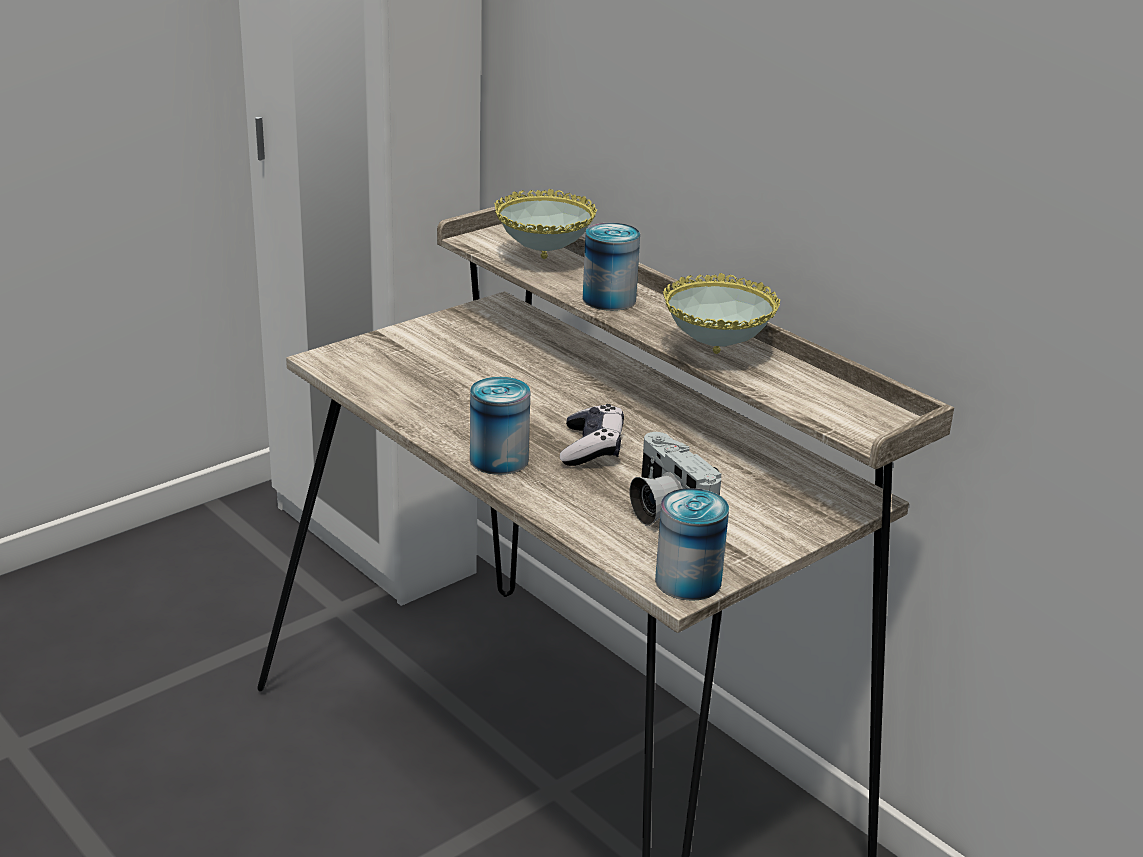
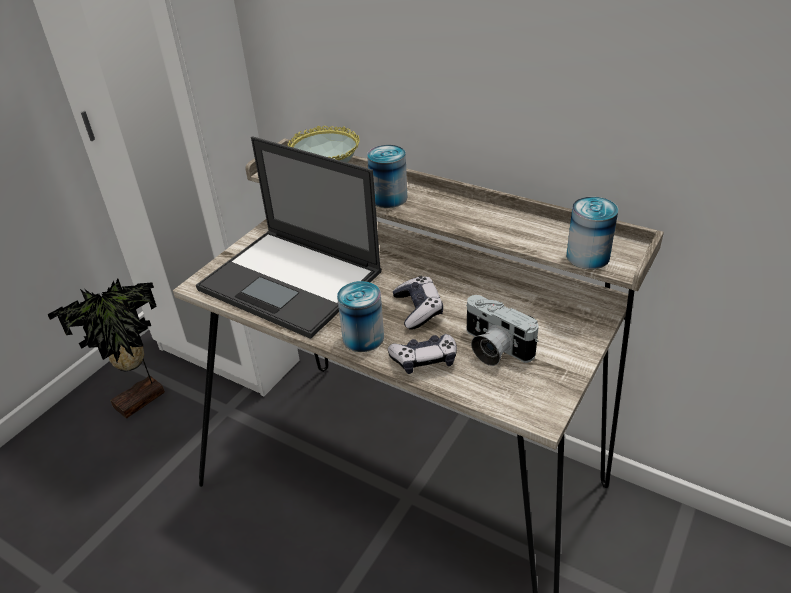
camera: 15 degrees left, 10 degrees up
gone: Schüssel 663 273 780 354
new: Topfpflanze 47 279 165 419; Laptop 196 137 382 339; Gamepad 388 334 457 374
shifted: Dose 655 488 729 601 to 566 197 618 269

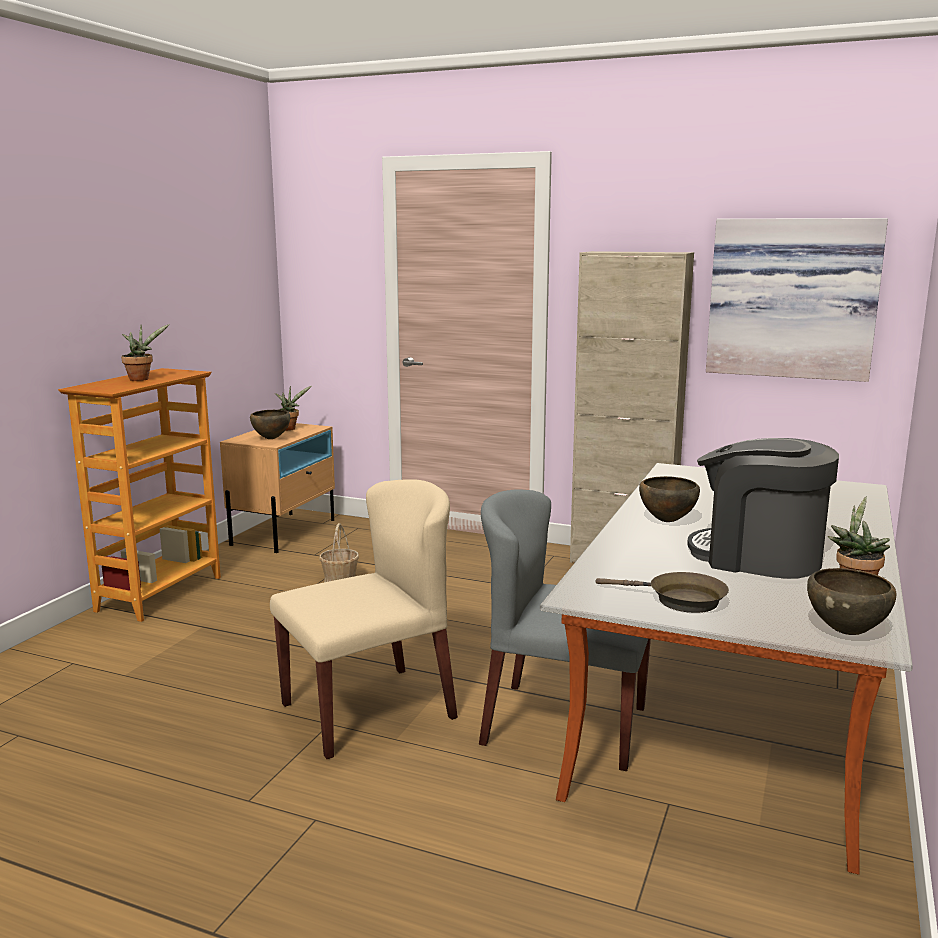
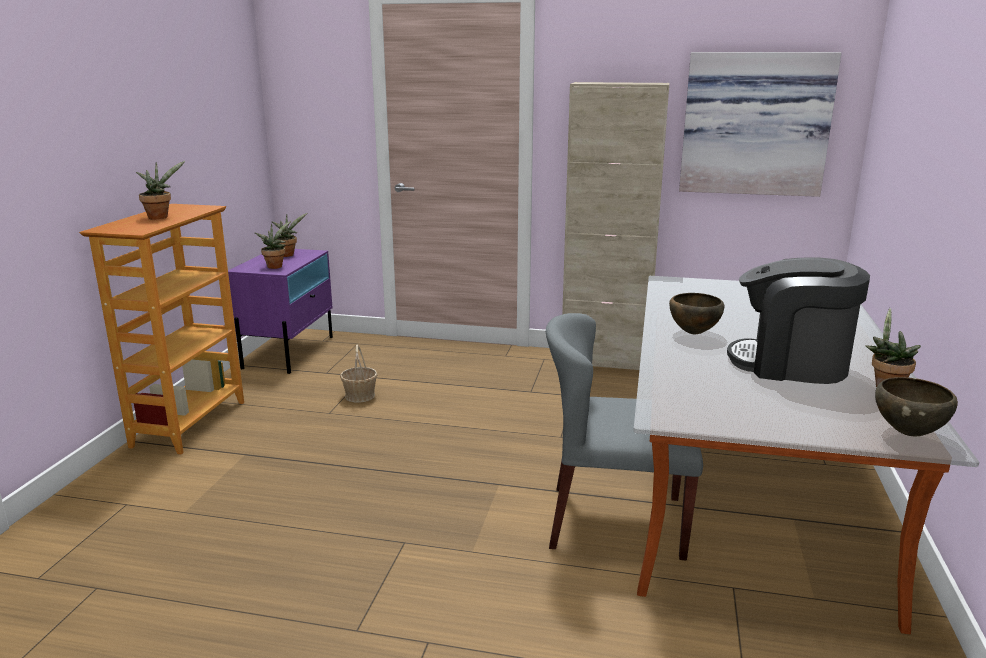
camera: 10 degrees left, 5 degrees up
gone: Stuhl/beige 270 479 458 759; Pfanne/braun 595 572 729 613
swapped: Schüssel/braun 250 410 290 439 to Topfpflanze 255 221 291 269
repainted: Nachttisch/beige 220 423 335 553 to Nachttisch/lila 228 249 333 374

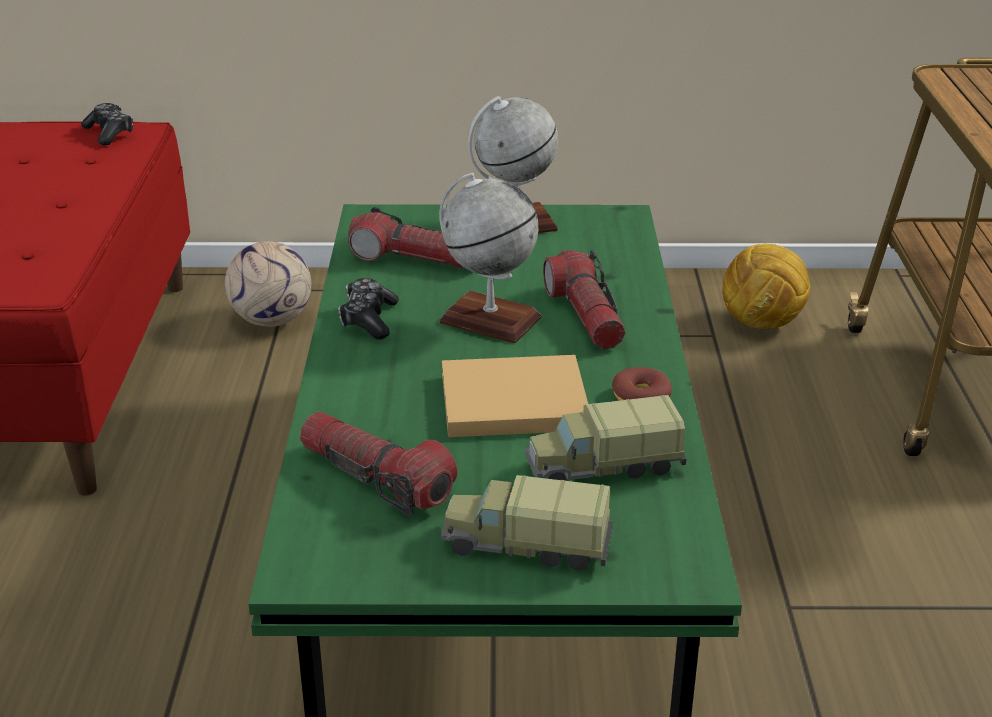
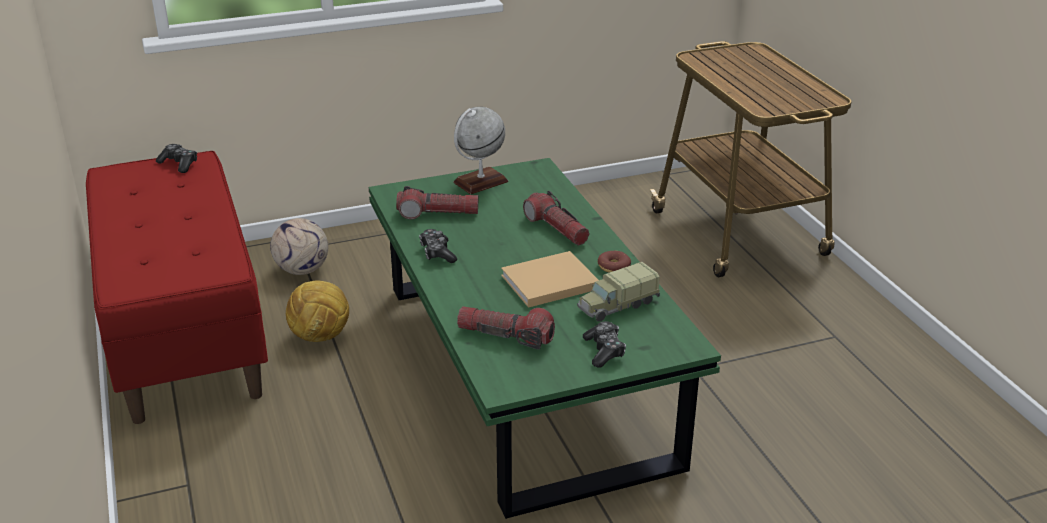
camera: 20 degrees left, 0 degrees up
gone: Globus 439 173 542 343
shifted: Fußball 722 244 810 329 to 286 281 349 342
swapped: Spielzeuglaster 441 475 613 571 to Gamepad 583 321 626 368

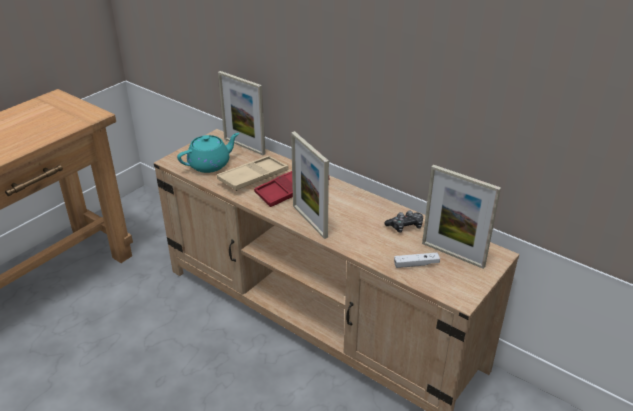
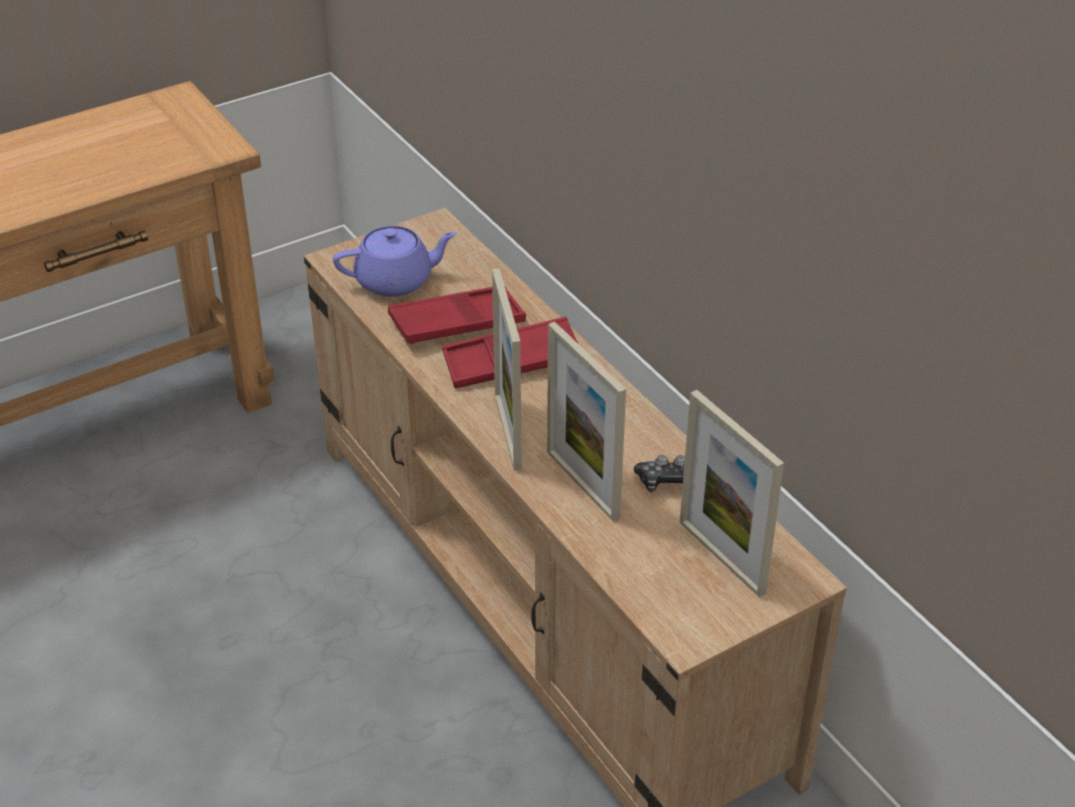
camera: 20 degrees right, 5 degrees up
gone: Gamepad/weiß 394 253 440 268
shifted: Bilderrahmen 218 71 266 155 to 547 322 626 522
repainted: Teekanne/türkis 177 133 239 173 to Teekanne/lila 333 226 457 297; Tablett/beige 217 155 289 191 to Tablett/rot 388 287 526 344

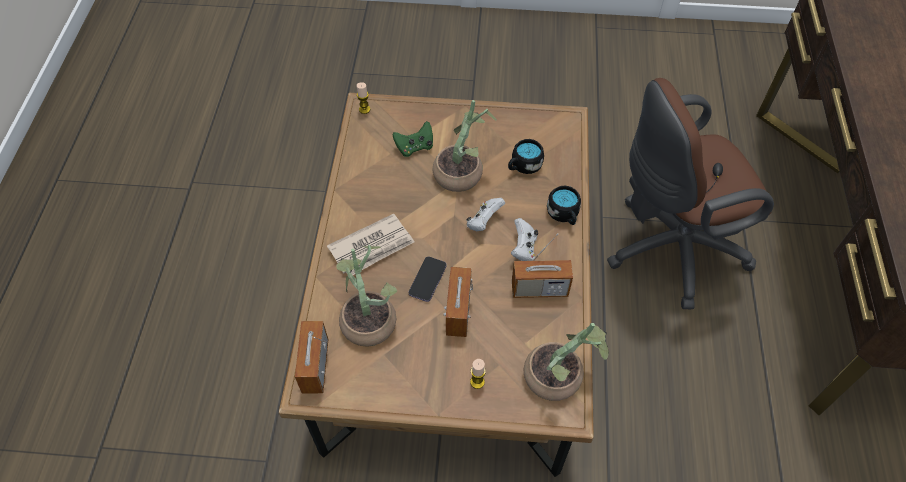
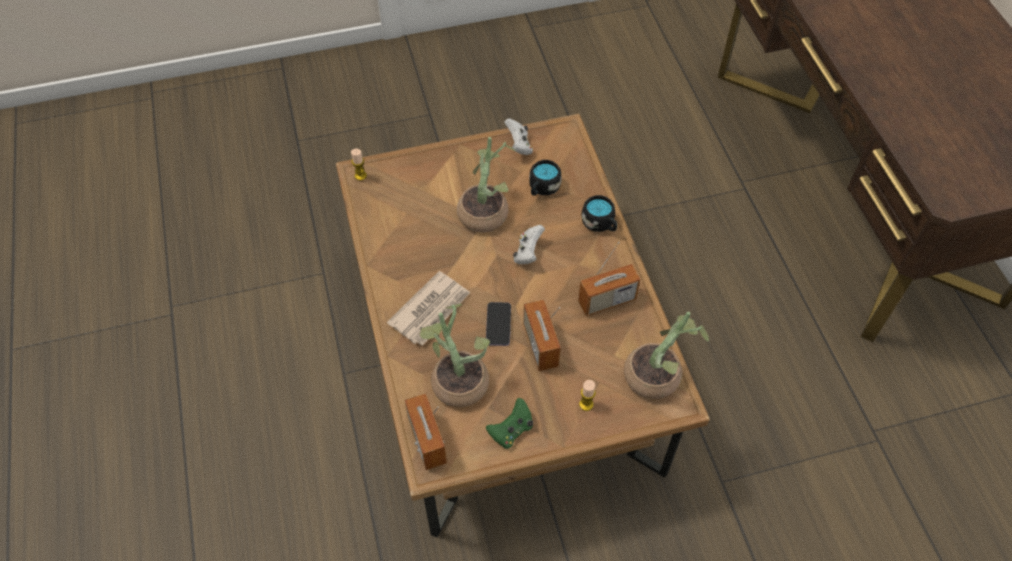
camera: 20 degrees left, 0 degrees up
gone: Bürostuhl/braun 607 78 774 309
shifted: Gamepad/grün 393 121 433 157 to 486 398 533 449; Gamepad/weiß 511 218 538 261 to 504 118 533 155

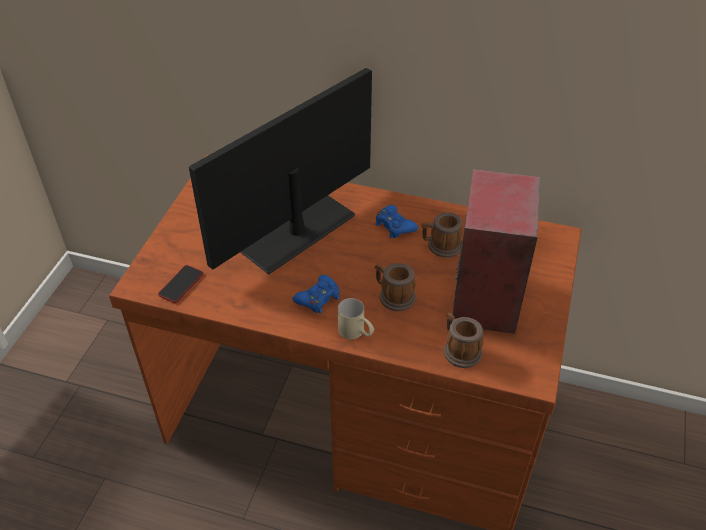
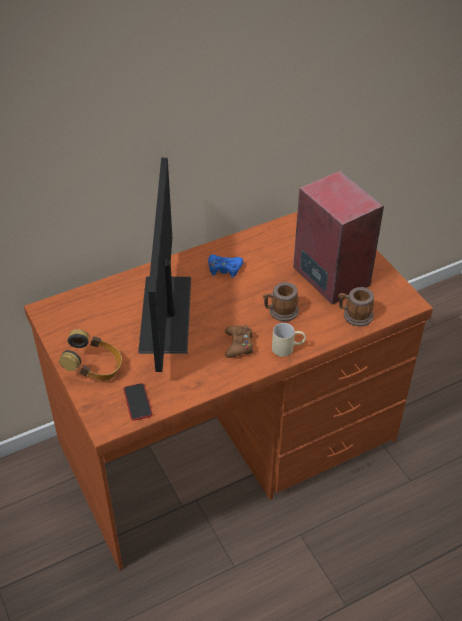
camera: 45 degrees left, 0 degrees up
gone: Henkelbecher 421 212 463 258
new: Kopfhörer 59 329 122 380
repainted: Gamepad/blau 292 275 340 313 to Gamepad/braun 225 325 253 358

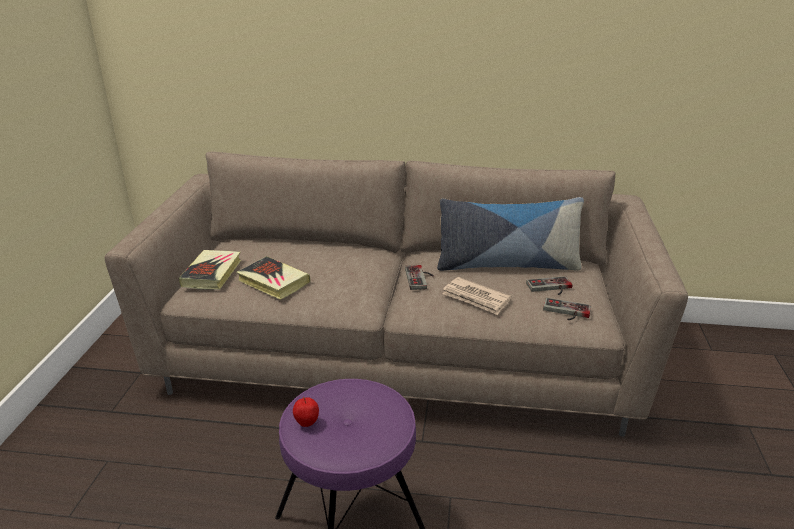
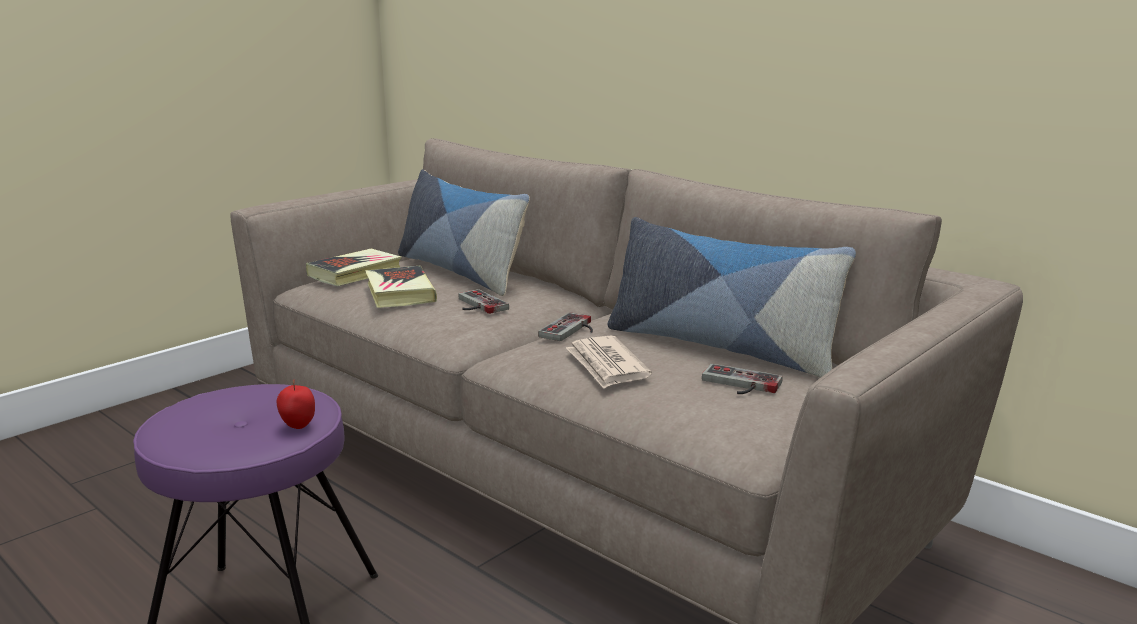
camera: 35 degrees right, 10 degrees down
new: Kissen 398 169 530 296
shifted: Apfel 293 397 319 427 to 277 380 315 429; Gamepad 543 298 591 320 to 458 289 509 314

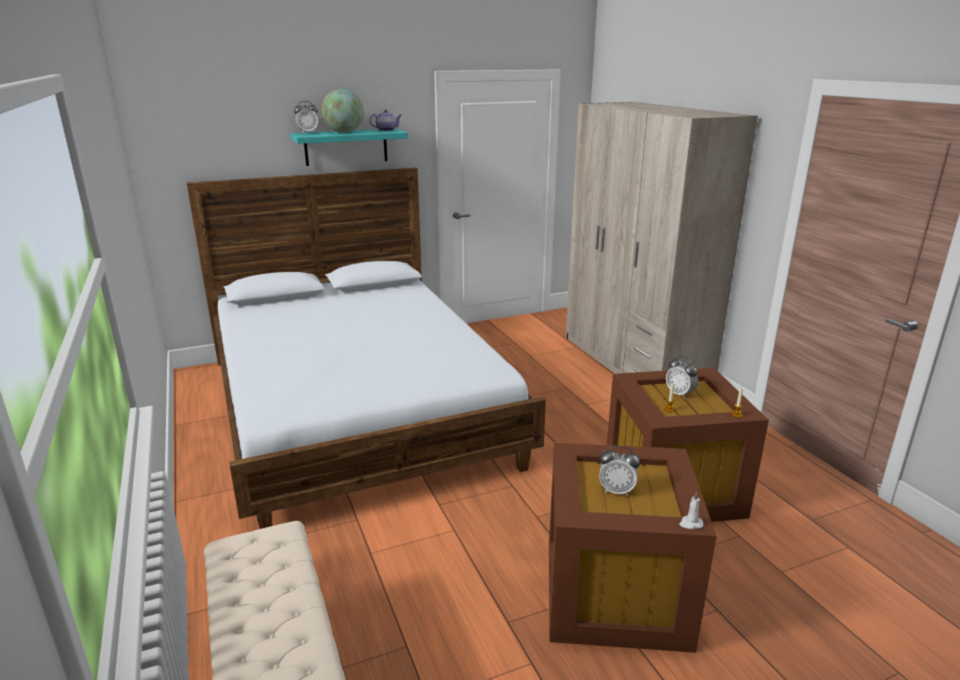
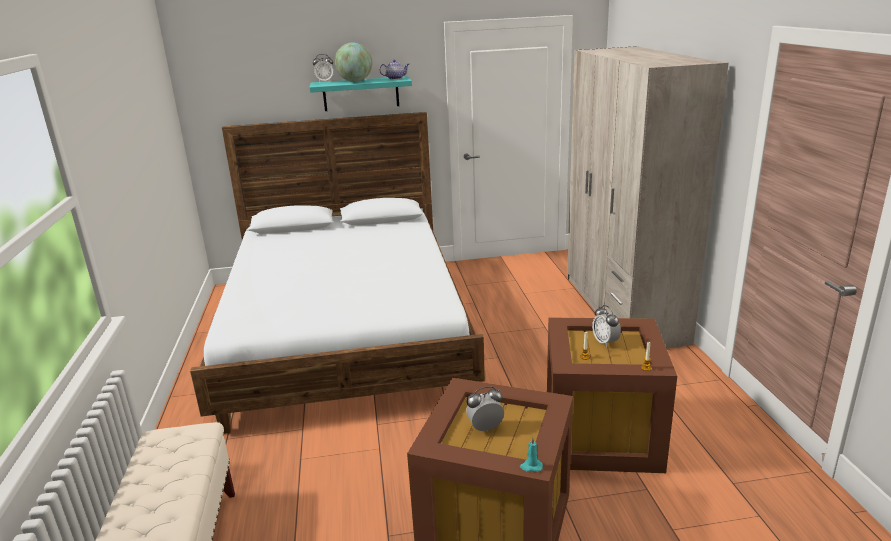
camera: 15 degrees right, 0 degrees up
repainted: Kerze/weiß 679 492 703 529 to Kerze/türkis 520 437 543 472
rotated: Wecker 599 446 640 496 = 466 386 504 431 135 degrees clockwise

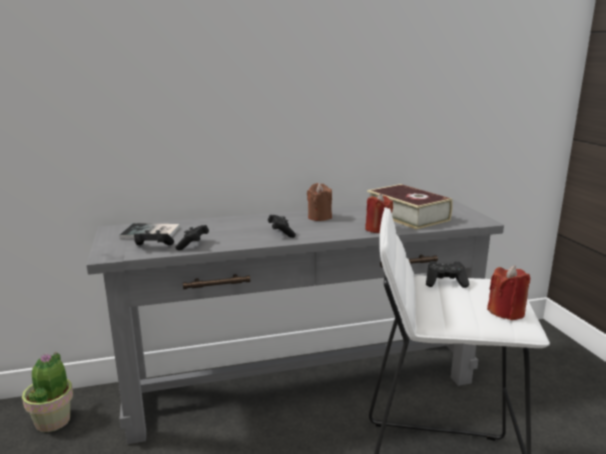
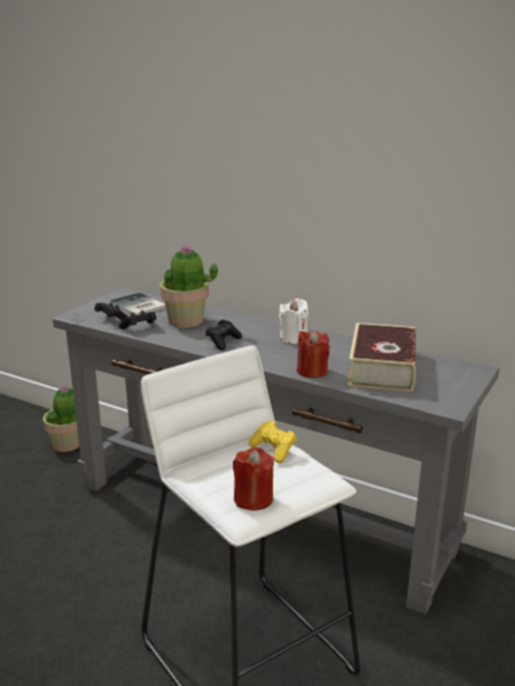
camera: 45 degrees right, 5 degrees up
new: Topfpflanze 160 246 218 328
repainted: Kerze/braun 307 183 332 221 to Kerze/weiß 279 299 308 344; Gamepad/schwarz 426 261 469 288 to Gamepad/gelb 248 420 297 463

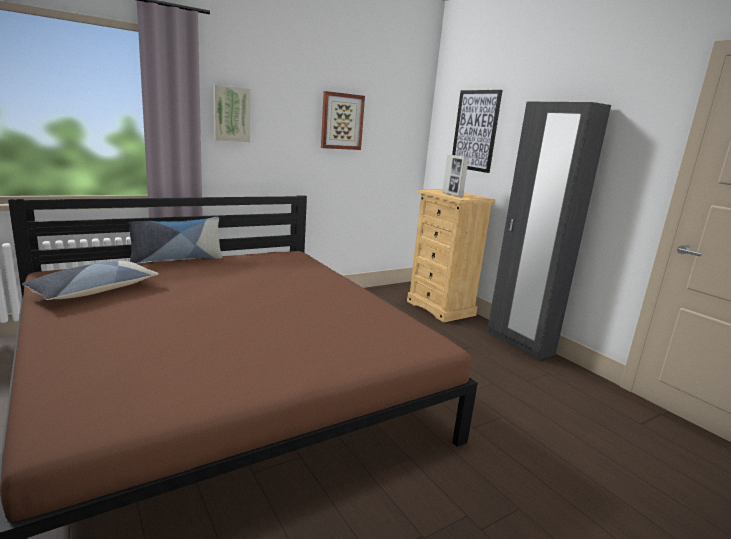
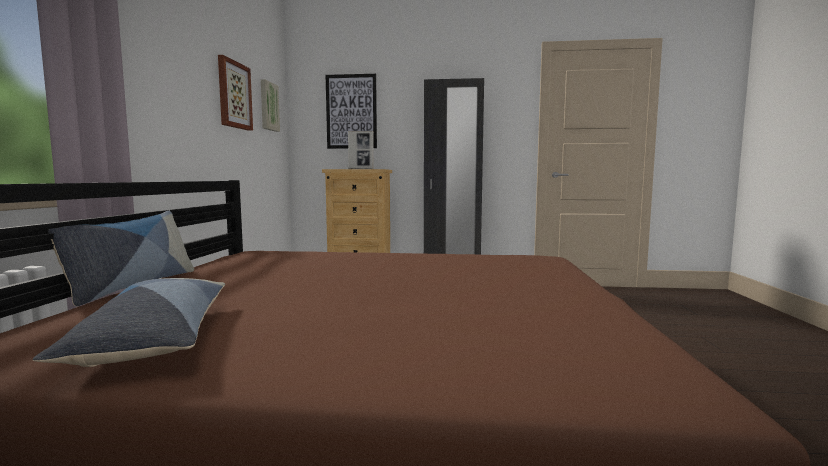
camera: 50 degrees left, 10 degrees down
shifted: Bild 213 85 250 142 to 261 79 280 132

